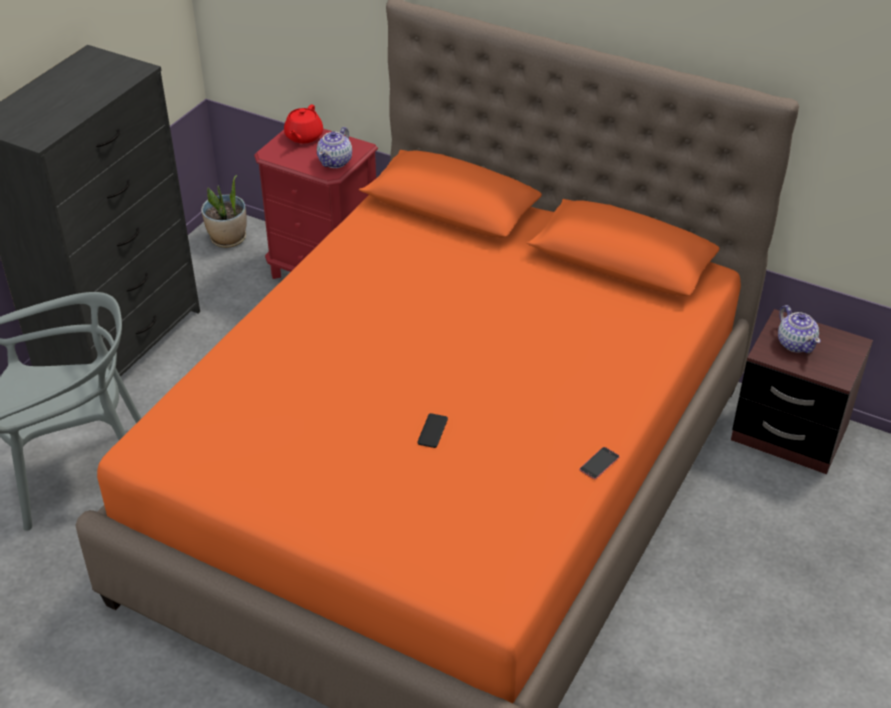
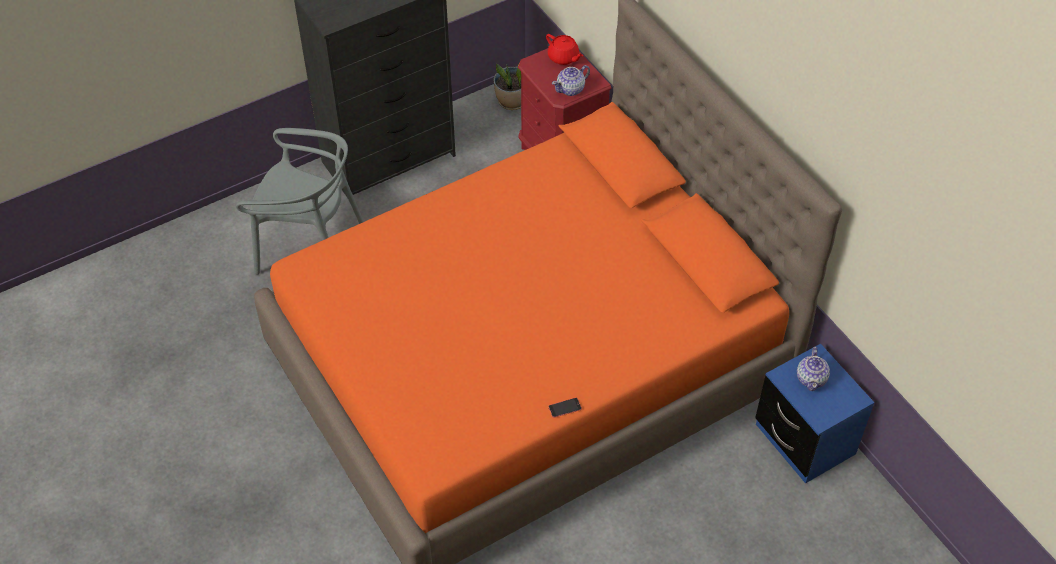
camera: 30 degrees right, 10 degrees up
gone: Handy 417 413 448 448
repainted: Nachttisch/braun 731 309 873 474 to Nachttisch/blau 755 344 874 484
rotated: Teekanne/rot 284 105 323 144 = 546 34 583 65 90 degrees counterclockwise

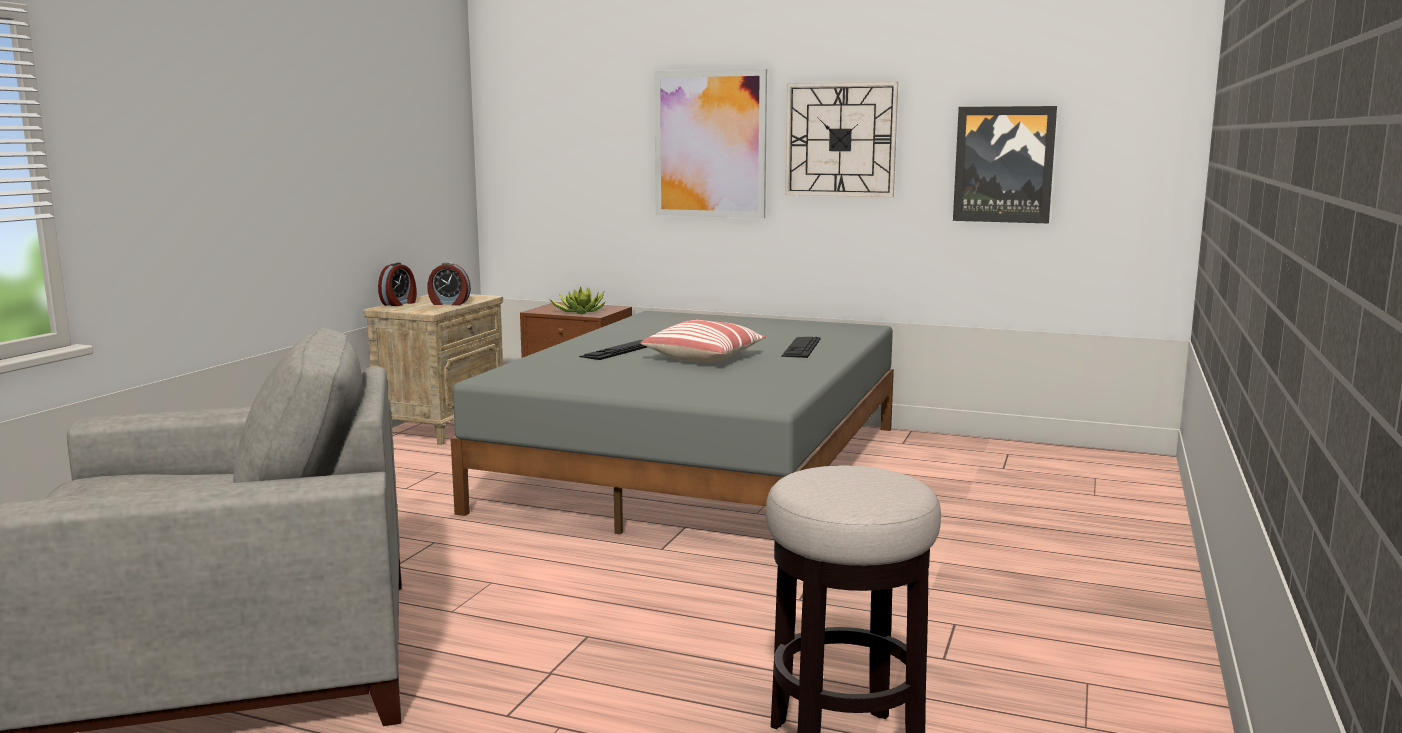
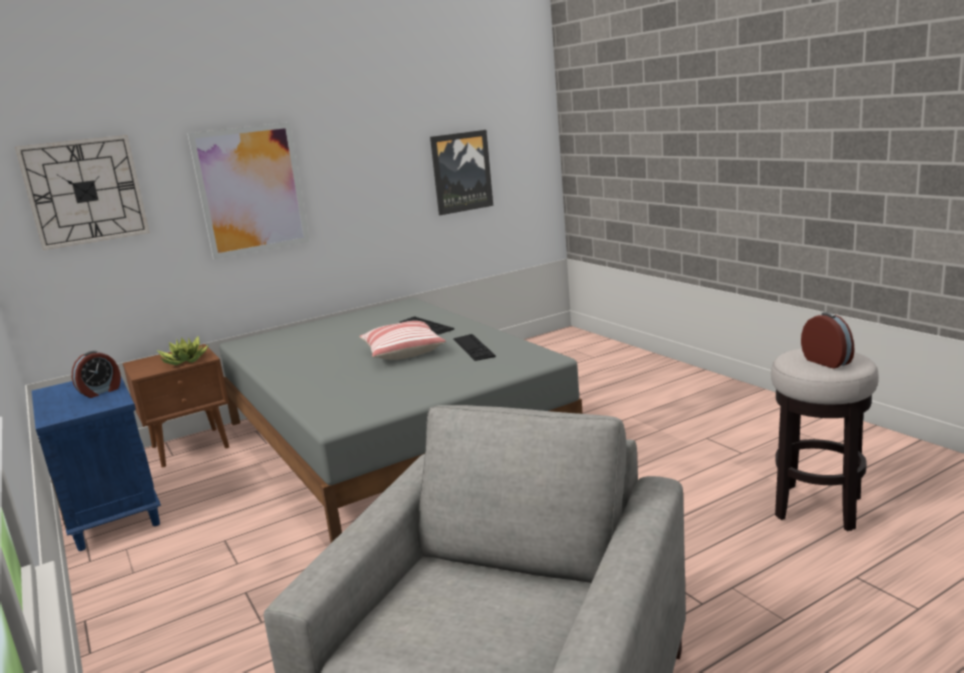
camera: 50 degrees left, 5 degrees up
shifted: Wecker 378 262 417 306 to 801 312 855 369; Tastatur 579 340 647 360 to 453 334 496 361; Wanduhr 785 82 898 197 to 15 135 150 250
repainted: Nachttisch/beige 363 294 503 445 to Nachttisch/blau 32 377 161 551

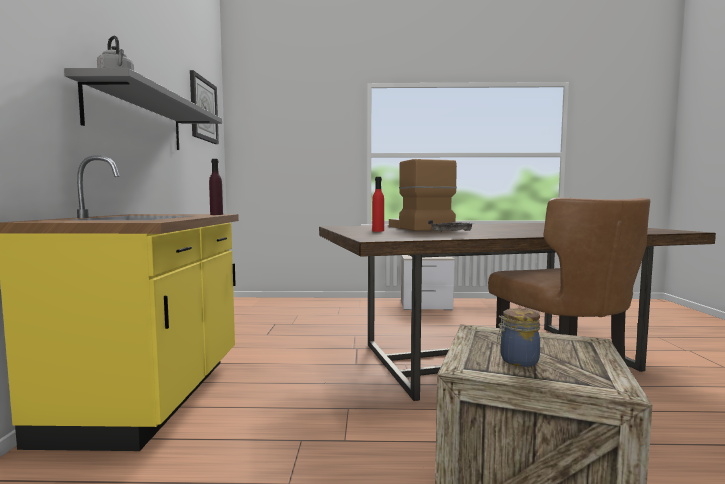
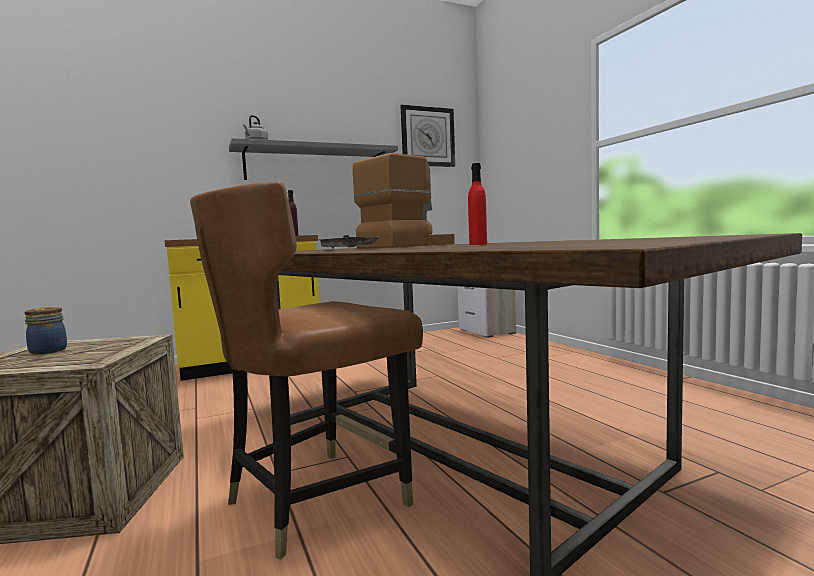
camera: 65 degrees right, 0 degrees up
shifted: Flasche/rot 372 177 384 232 to 468 163 487 245; Nachttisch 401 255 455 310 to 457 286 516 338

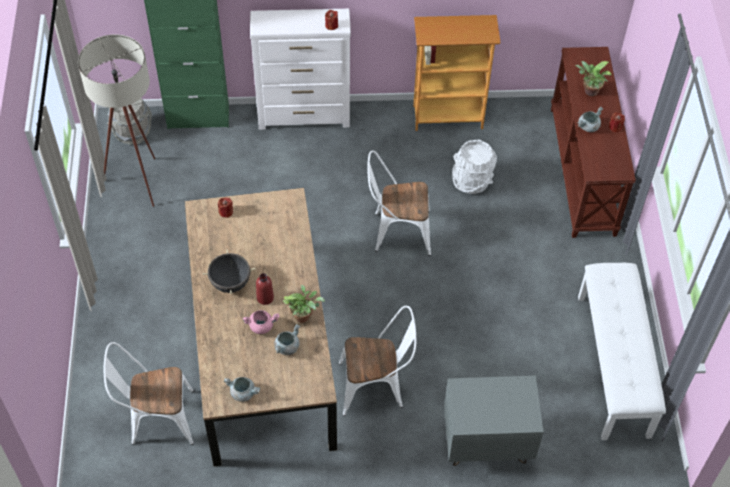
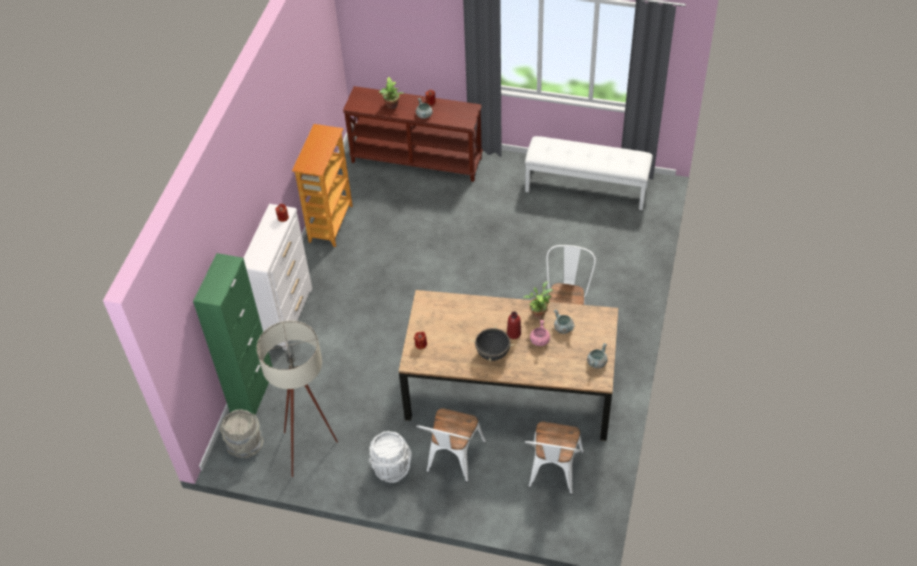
camera: 70 degrees left, 5 degrees down
gone: Nachttisch/grau 444 376 544 466
shifted: Stuhl/weiß 367 150 431 256 to 416 408 486 482; Eimer/weiß 452 140 497 194 to 368 431 412 483

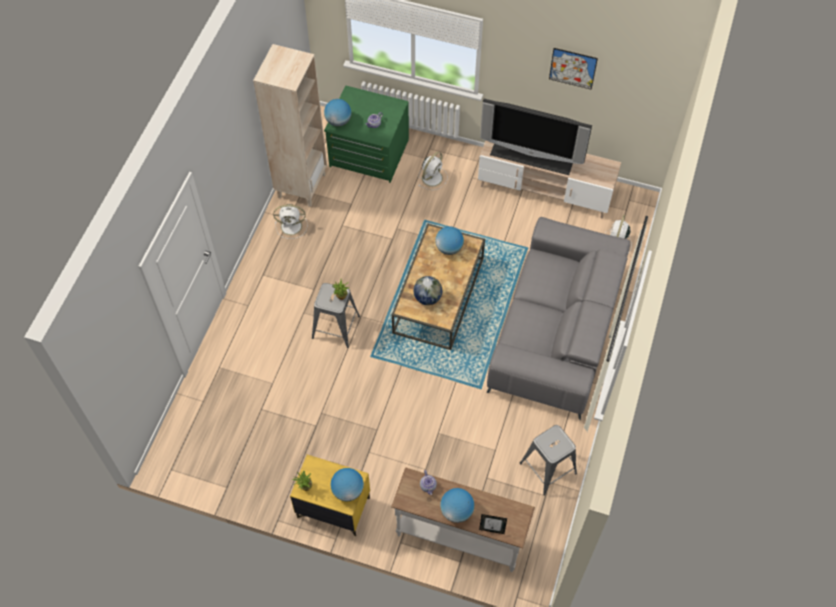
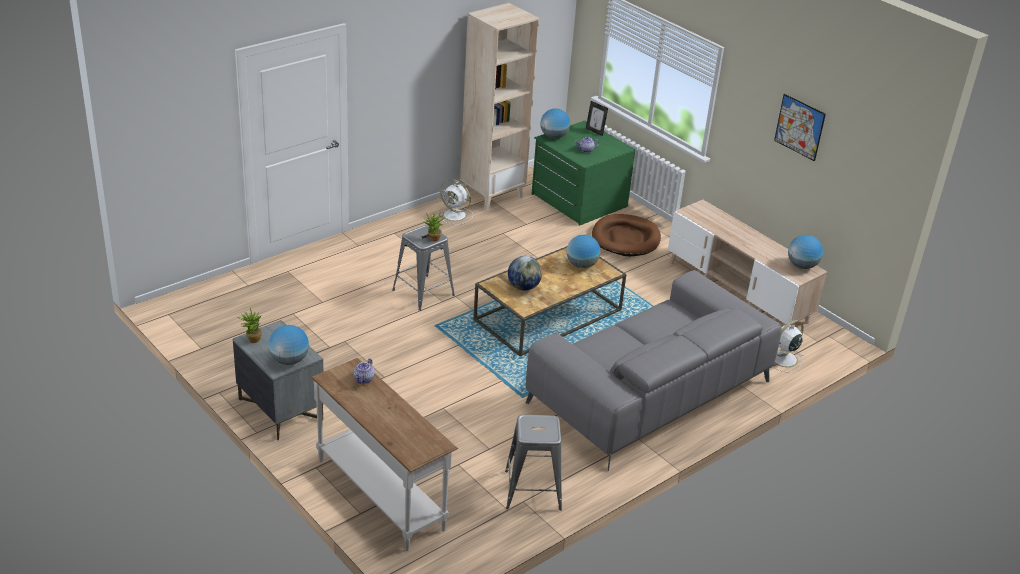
camera: 30 degrees right, 25 degrees down
gone: Fernseher 480 99 592 175
shifted: Globus 440 488 474 523 to 788 235 823 269; Bilderrahmen 479 514 507 534 to 586 101 608 136
swapped: Ventilator/weiß 418 152 448 190 to Hundebett/braun 592 214 661 256
repainted: Nachttisch/gelb 290 454 370 537 to Nachttisch/grau 232 320 324 440

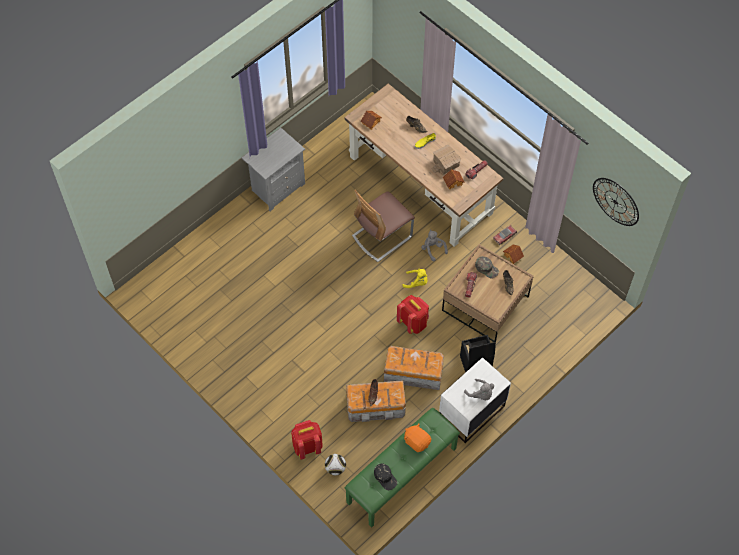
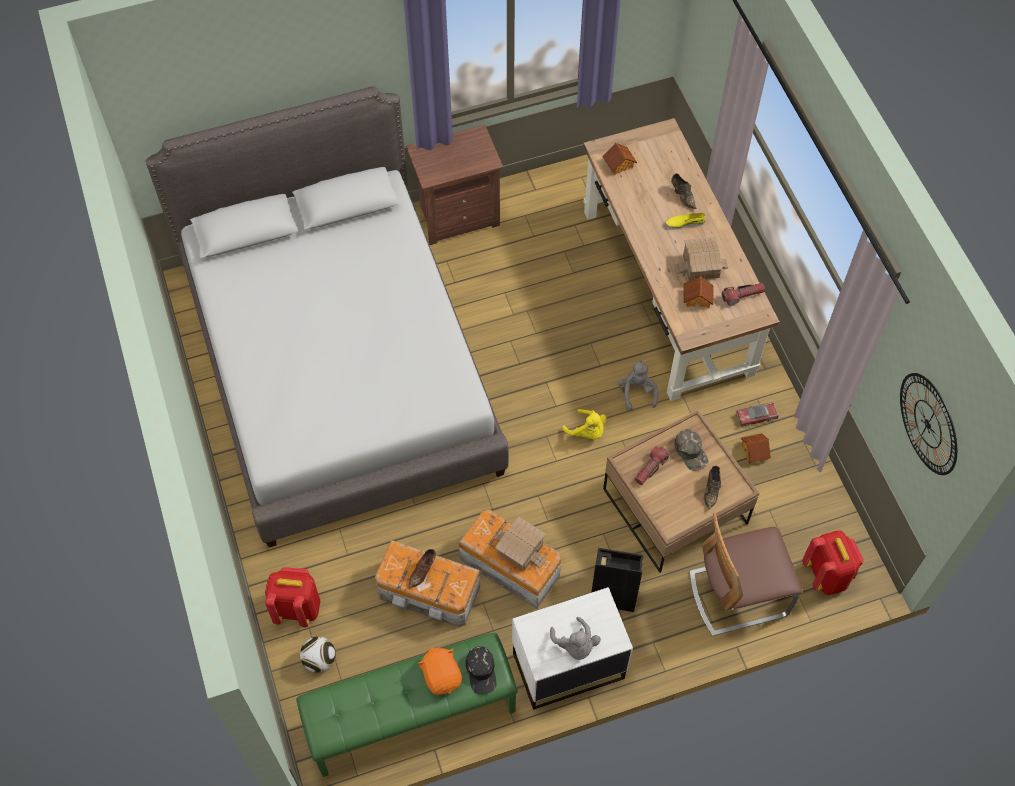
camera: 25 degrees right, 0 degrees up
new: Bett/grau 146 86 509 548; Spielzeughaus 494 517 546 570
shifted: Stuhl 352 190 415 262 to 689 512 803 636; Kappe/schwarz 374 463 397 490 to 466 646 497 695; Rucksack/rot 397 295 429 334 to 802 530 864 595
repainted: Nachttisch/grau 242 128 305 211 to Nachttisch/braun 406 125 503 245

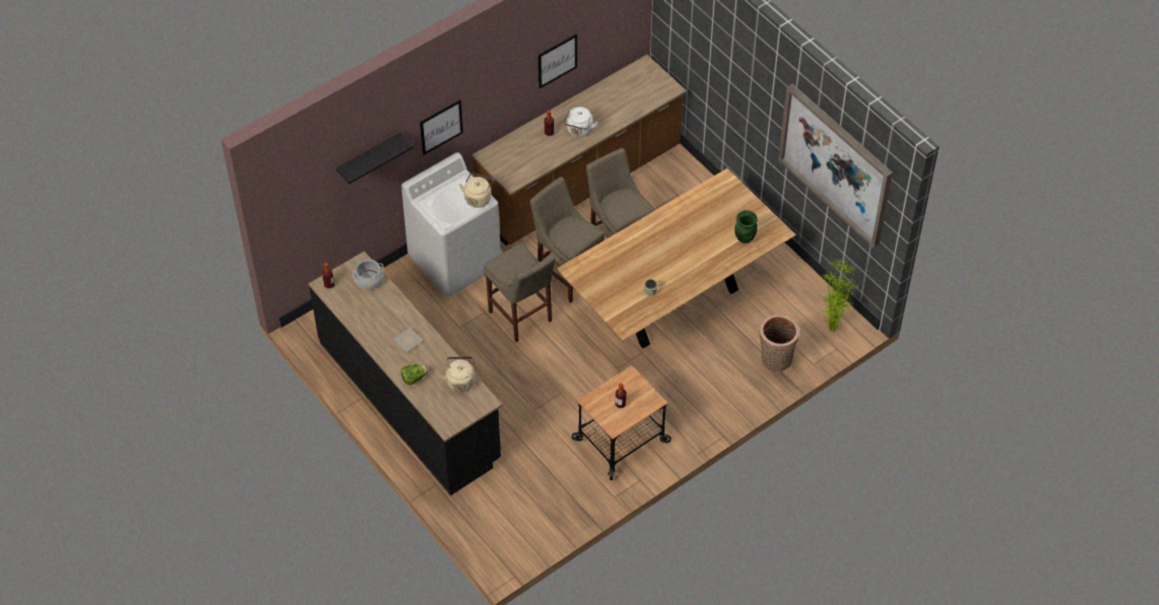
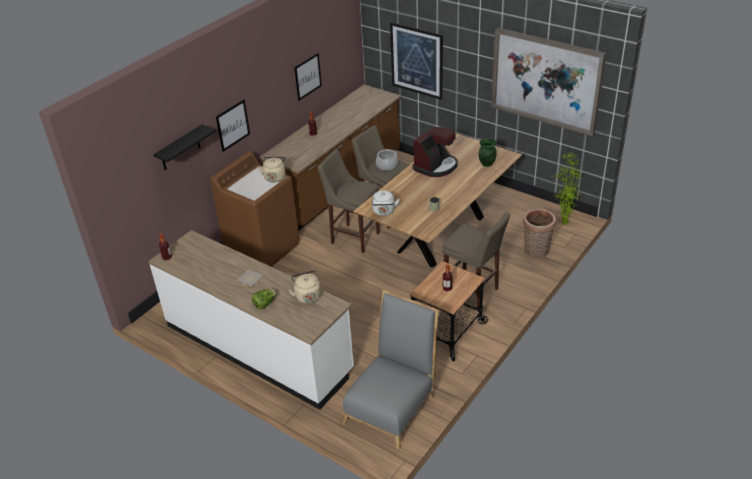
camera: 15 degrees left, 15 degrees down
new: Stuhl/grau 342 290 440 450; Bild 390 22 443 100; Kaffeemaschine 412 127 458 177
shifted: Kochtopf 352 259 384 290 to 376 149 398 171; Hocker/beige 483 243 556 342 to 442 212 510 307; Wasserkessel/weiß 564 107 598 137 to 372 190 399 216
repainted: Küchenzeile/schwarz 309 251 502 495 to Küchenzeile/weiß 148 230 354 410; Waschmaschine/weiß 401 152 501 297 to Waschmaschine/braun 210 152 300 267

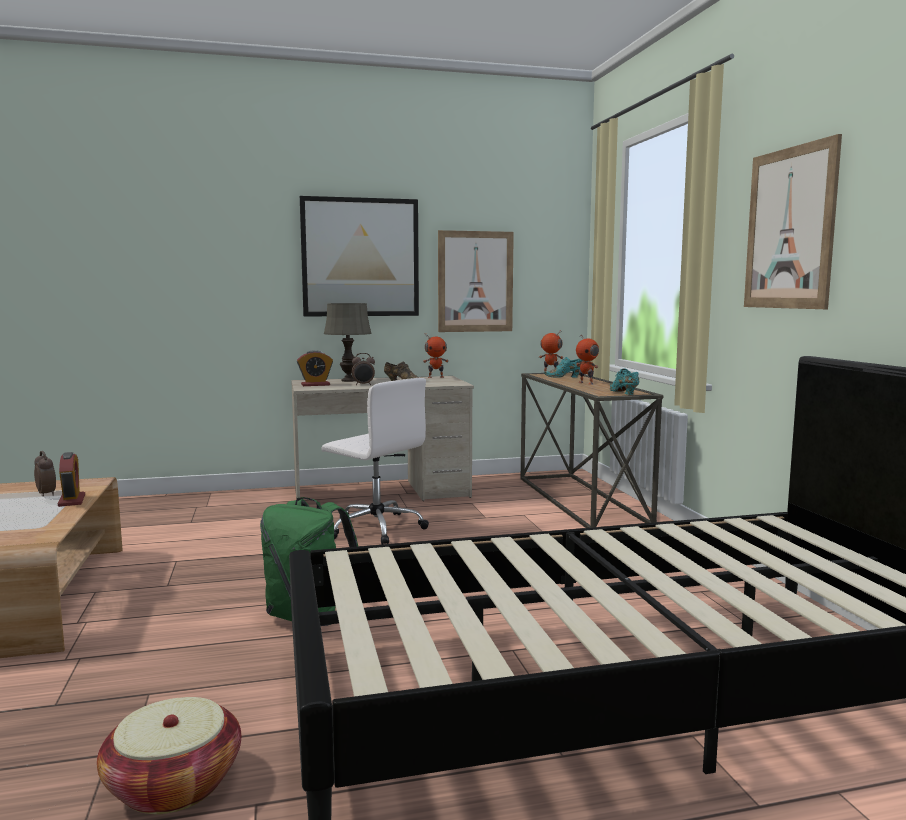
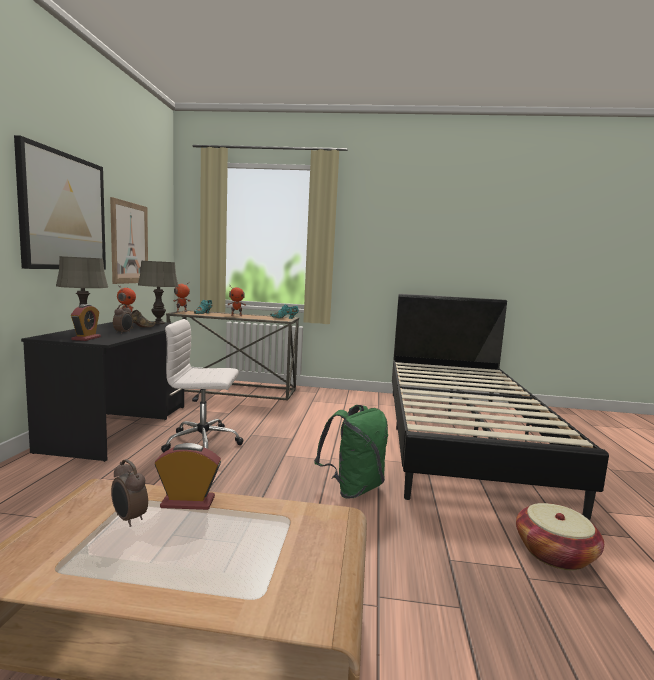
camera: 70 degrees left, 0 degrees up
gone: Bild 744 134 842 309
new: Tischlampe/grau 138 261 179 324
repainted: Schreibtisch/beige 291 376 474 501 to Schreibtisch/schwarz 21 321 184 462
rotated: Wecker 34 451 56 496 = 111 459 148 527 120 degrees counterclockwise; Bürostuhl/weiß 321 378 429 545 = 161 319 244 453 150 degrees counterclockwise

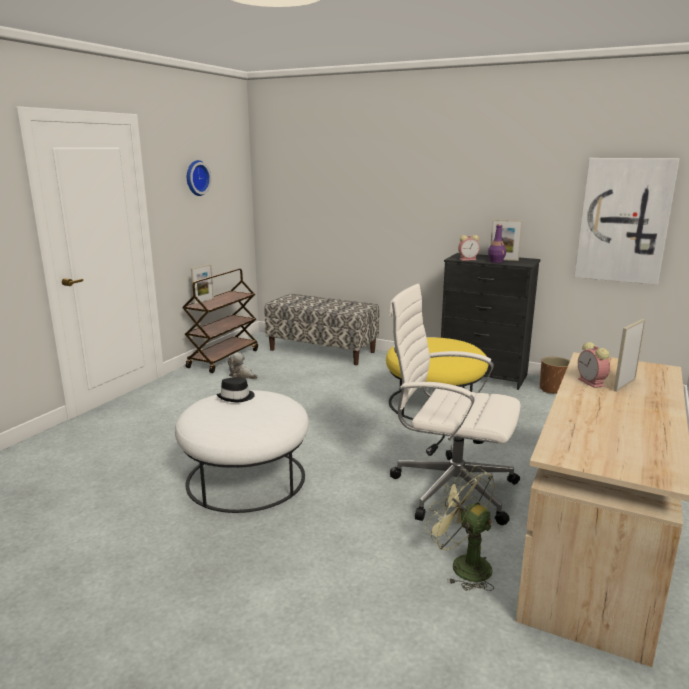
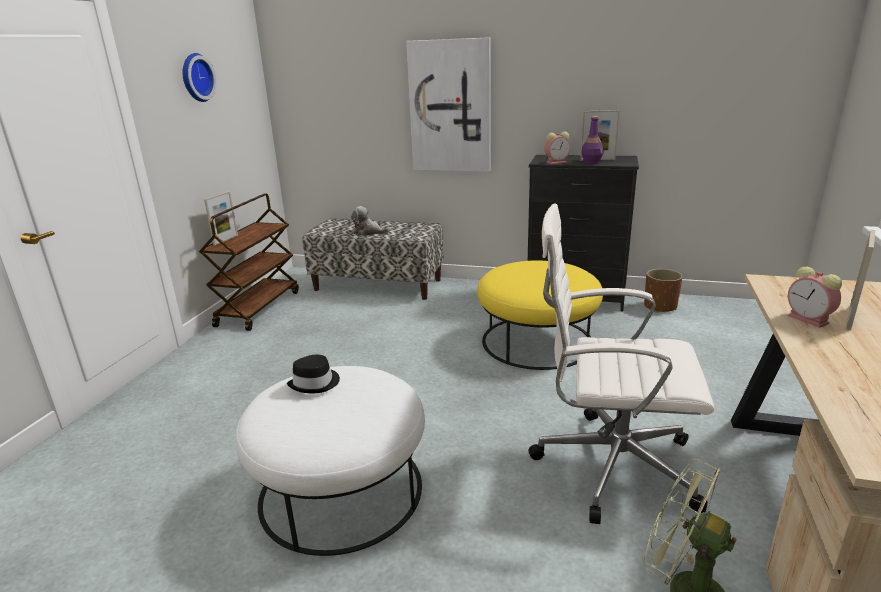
camera: 10 degrees left, 5 degrees up
shifted: Plüschtier 228 353 258 379 to 351 206 389 235; Bild 574 158 679 285 to 406 37 491 172

